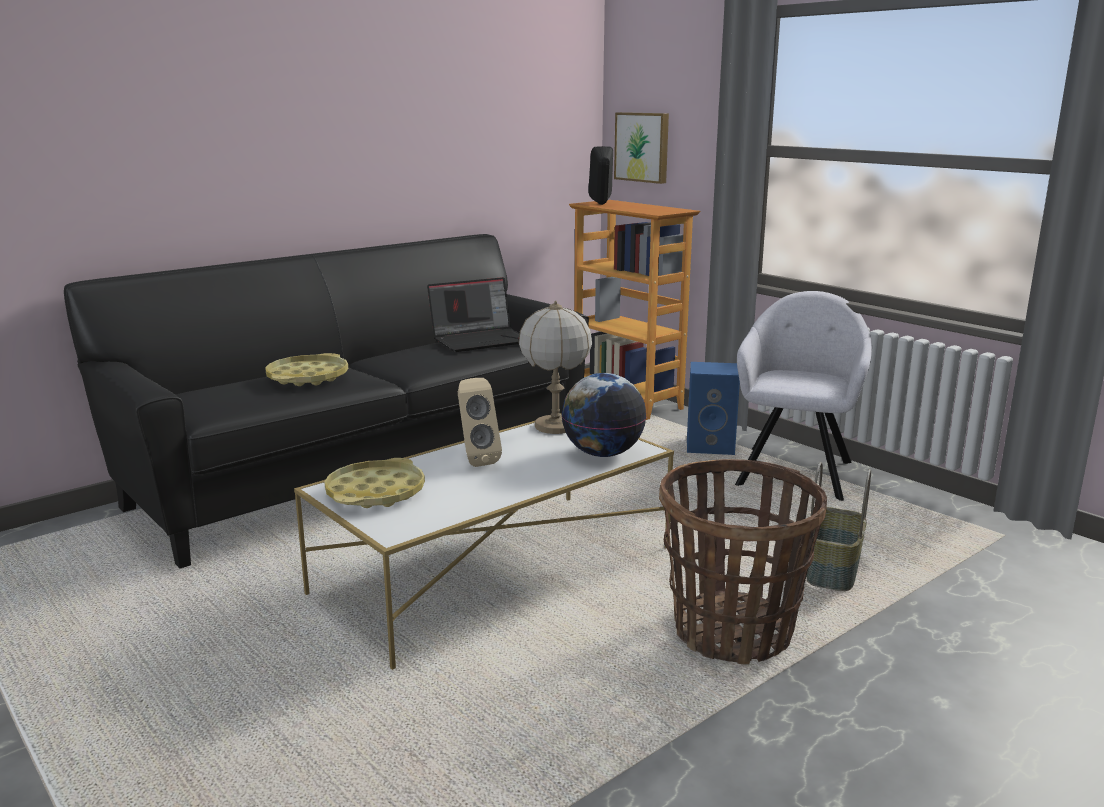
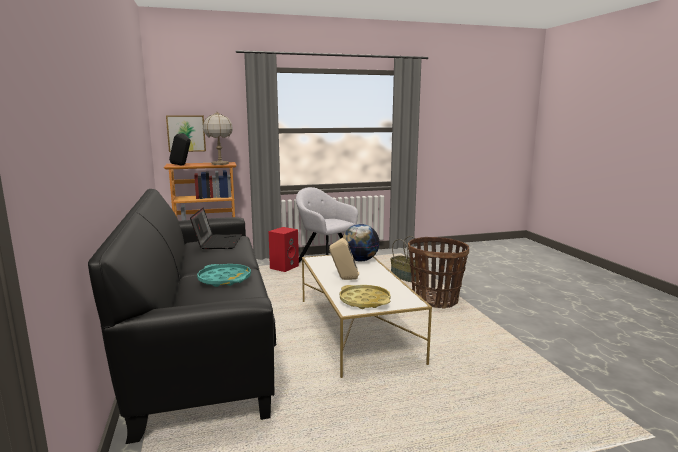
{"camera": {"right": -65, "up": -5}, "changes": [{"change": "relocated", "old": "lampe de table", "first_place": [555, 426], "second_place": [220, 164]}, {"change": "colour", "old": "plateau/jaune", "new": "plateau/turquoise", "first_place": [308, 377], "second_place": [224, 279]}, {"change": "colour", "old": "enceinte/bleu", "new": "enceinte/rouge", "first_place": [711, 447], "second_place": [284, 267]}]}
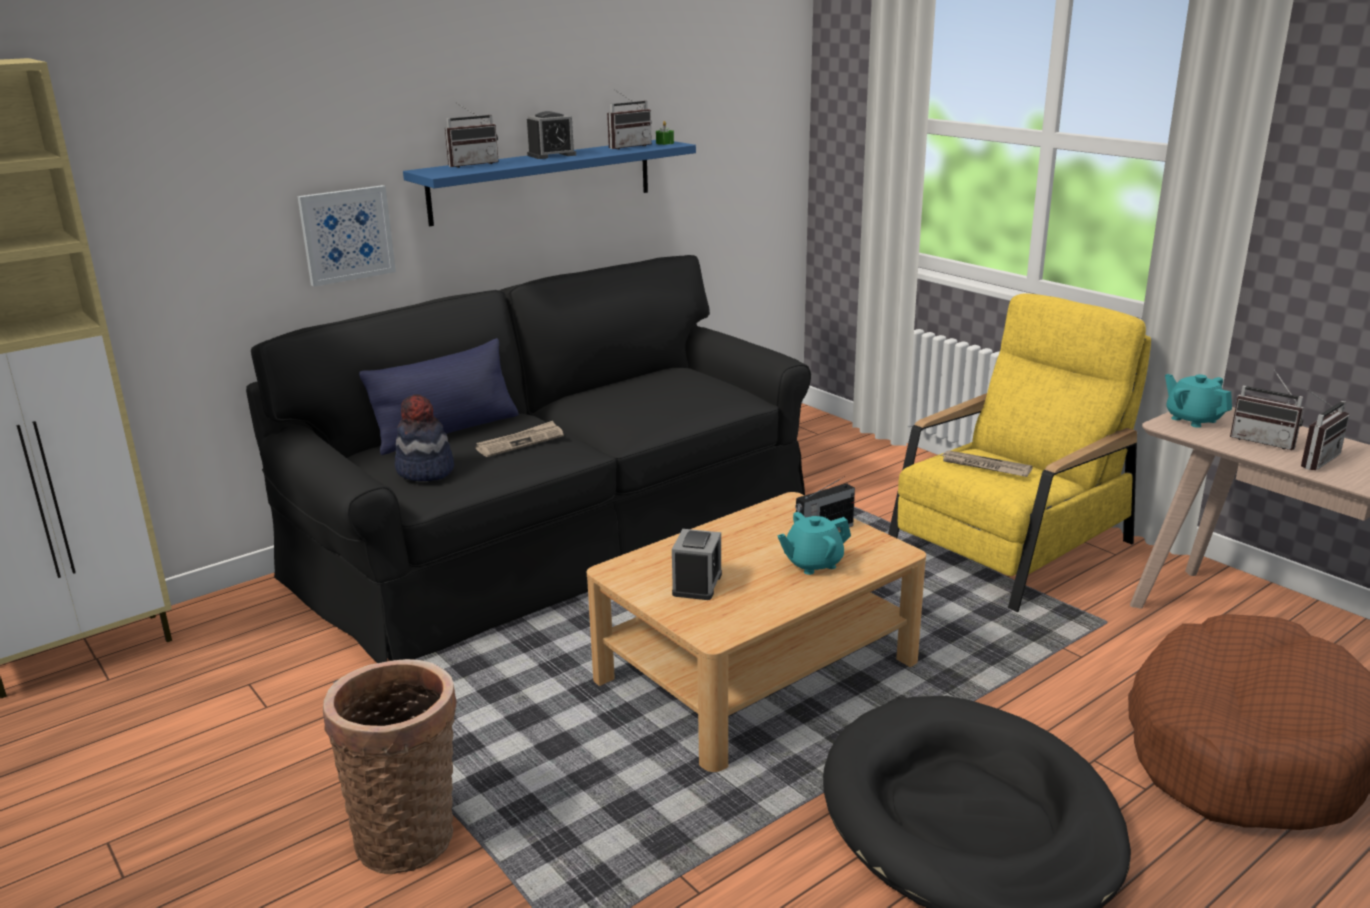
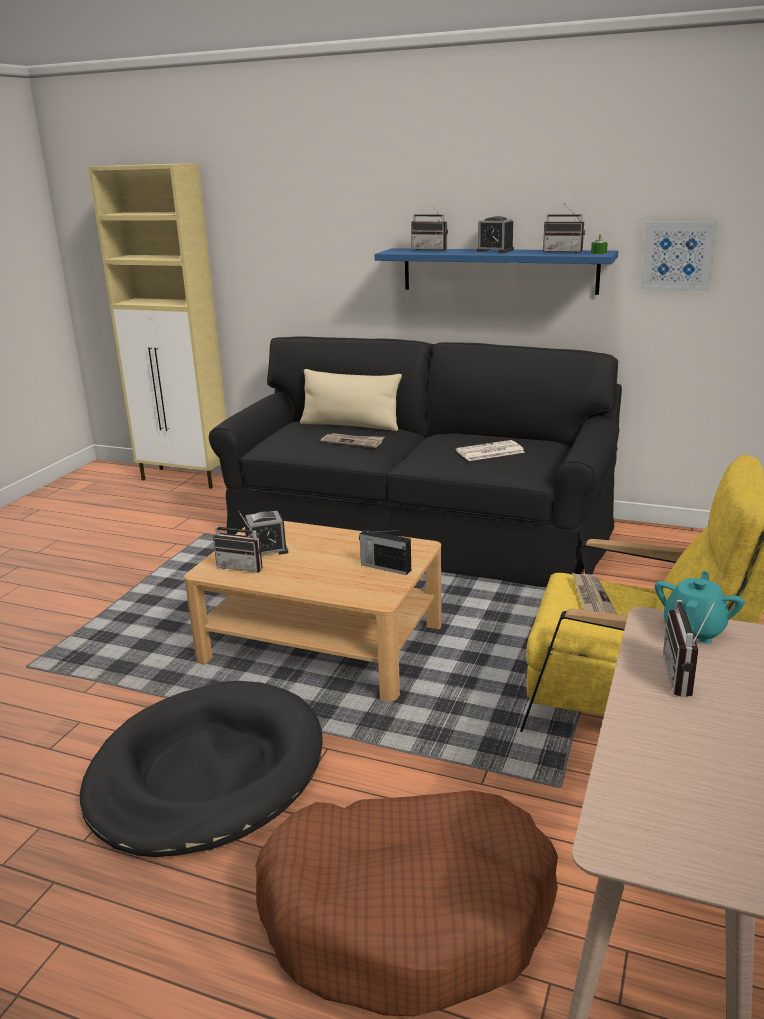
{"camera": {"right": 60, "up": 0}, "changes": [{"change": "relocated", "old": "tableau", "first_place": [347, 234], "second_place": [677, 255]}, {"change": "colour", "old": "coussin/bleu", "new": "coussin/beige", "first_place": [447, 432], "second_place": [350, 425]}, {"change": "relocated", "old": "radio", "first_place": [1312, 459], "second_place": [243, 566]}, {"change": "missing", "old": "chapeau", "first_place": [425, 471]}, {"change": "missing", "old": "théière/turquoise", "first_place": [812, 563]}, {"change": "missing", "old": "panier", "first_place": [408, 834]}, {"change": "appeared", "new": "journal", "second_place": [489, 452]}]}
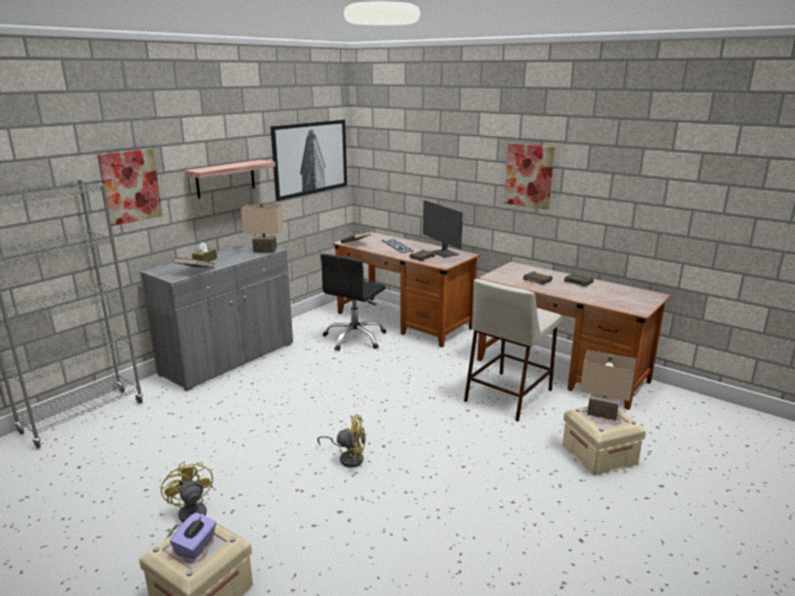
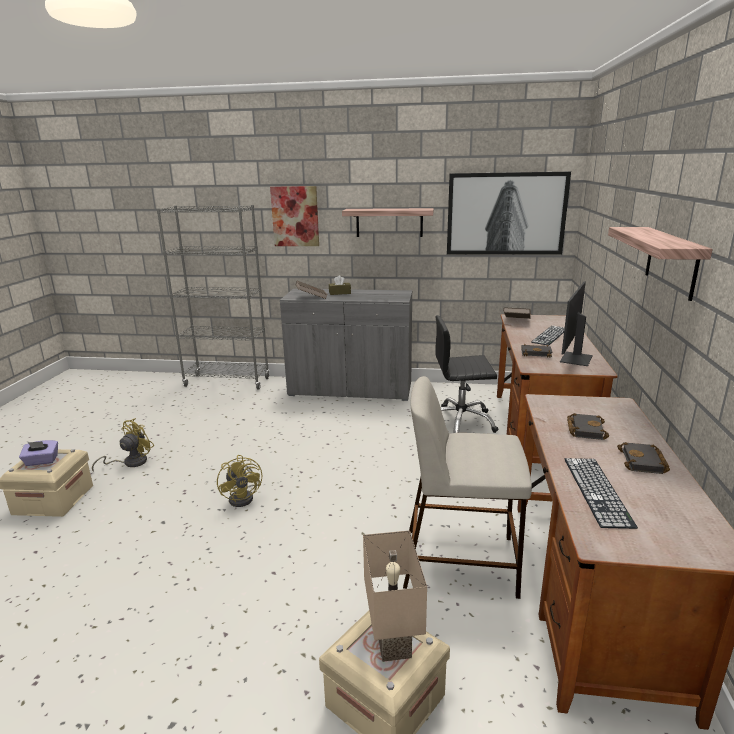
{"camera": {"right": 60, "up": 0}, "changes": [{"change": "exchanged", "old": "tableau", "new": "étagère", "first_place": [529, 176], "second_place": [671, 261]}, {"change": "missing", "old": "lampe de table/beige", "first_place": [265, 250]}, {"change": "appeared", "new": "clavier", "second_place": [597, 490]}]}
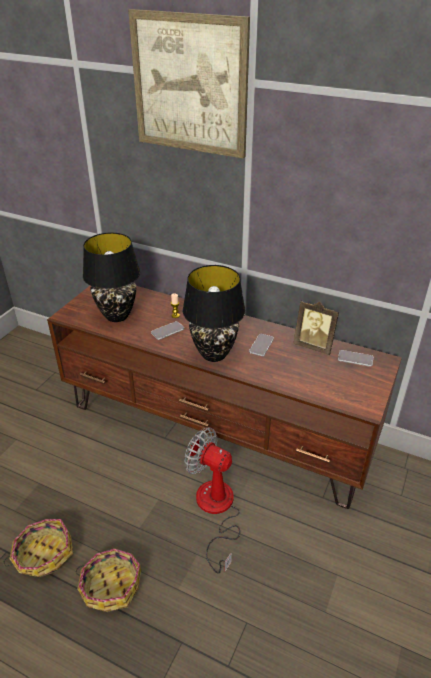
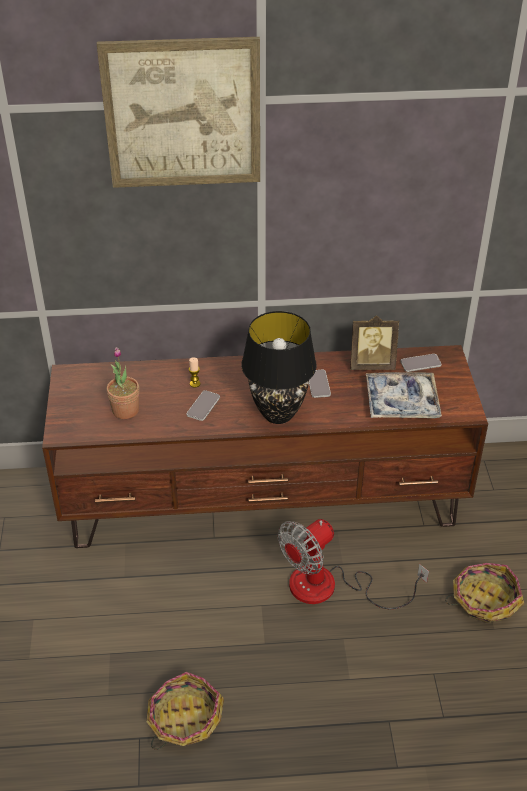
{"camera": {"right": -30, "up": 5}, "changes": [{"change": "exchanged", "old": "lampe de table/noir", "new": "plante en pot", "first_place": [116, 316], "second_place": [125, 410]}, {"change": "spun", "old": "ventilateur", "first_place": [216, 510], "second_place": [330, 588], "degrees": -45}, {"change": "relocated", "old": "panier", "first_place": [111, 585], "second_place": [484, 600]}, {"change": "appeared", "new": "plateau", "second_place": [401, 402]}]}
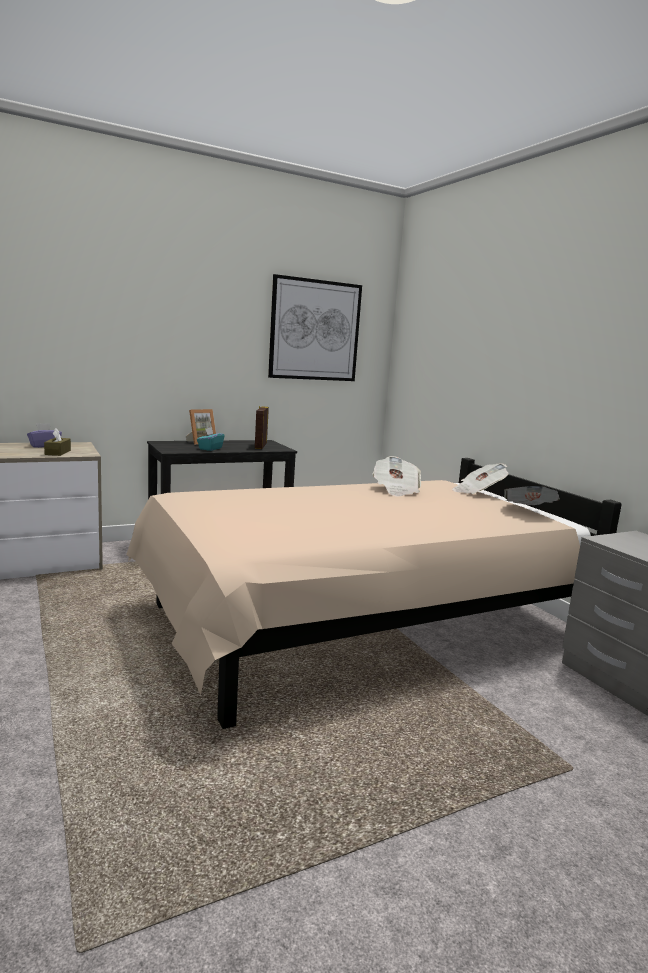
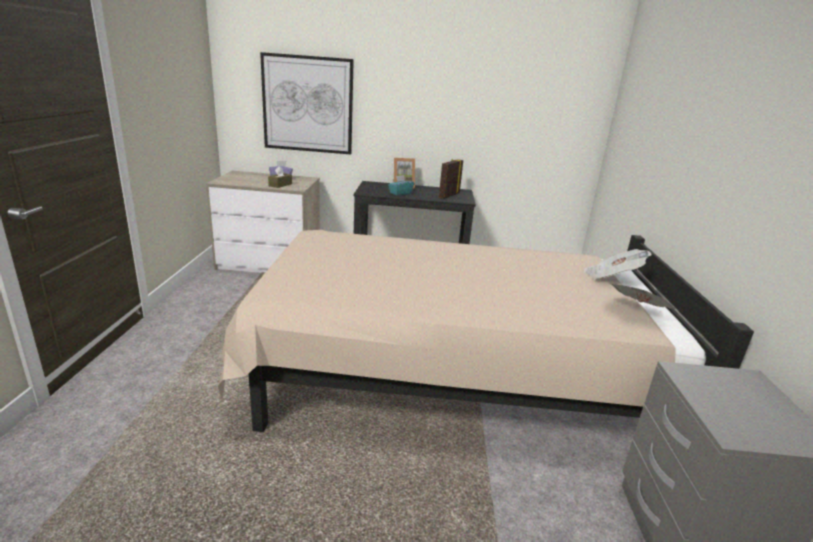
{"camera": {"right": 30, "up": 10}, "changes": [{"change": "relocated", "old": "tableau", "first_place": [315, 330], "second_place": [308, 104]}, {"change": "missing", "old": "journal", "first_place": [396, 490]}]}
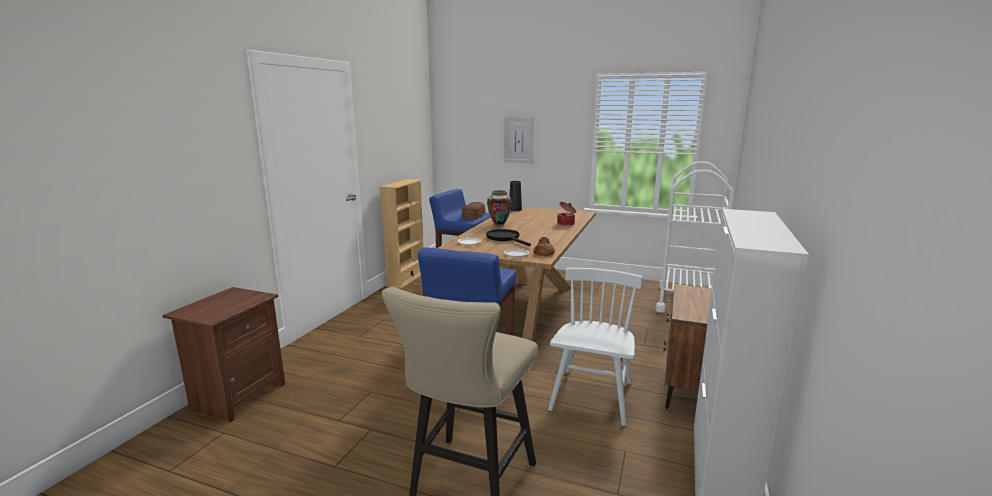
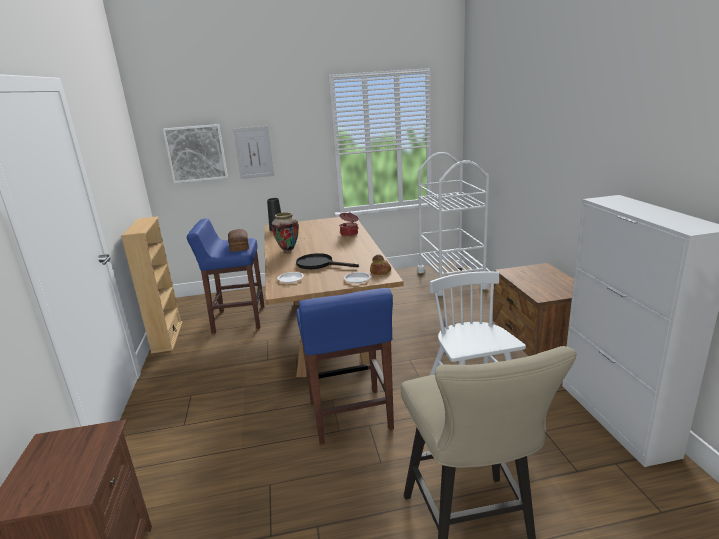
{"camera": {"right": -30, "up": 5}, "changes": [{"change": "appeared", "new": "tableau", "second_place": [196, 153]}]}
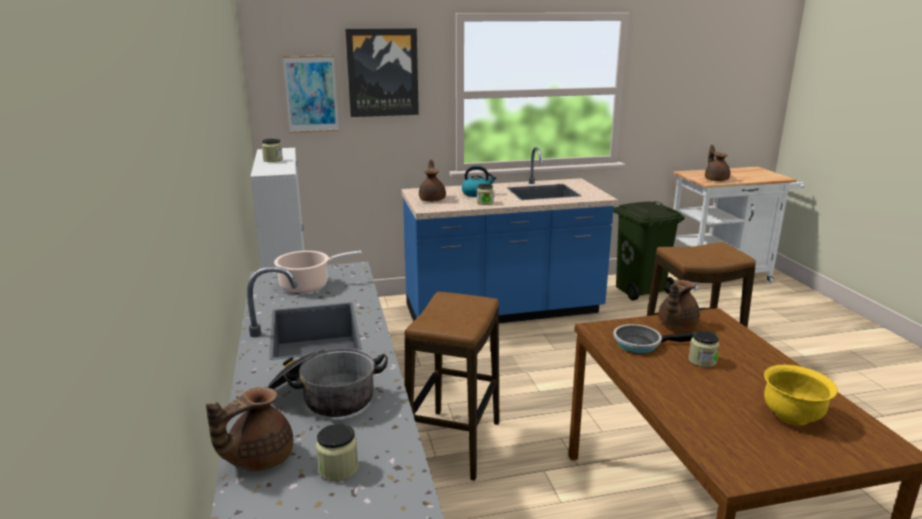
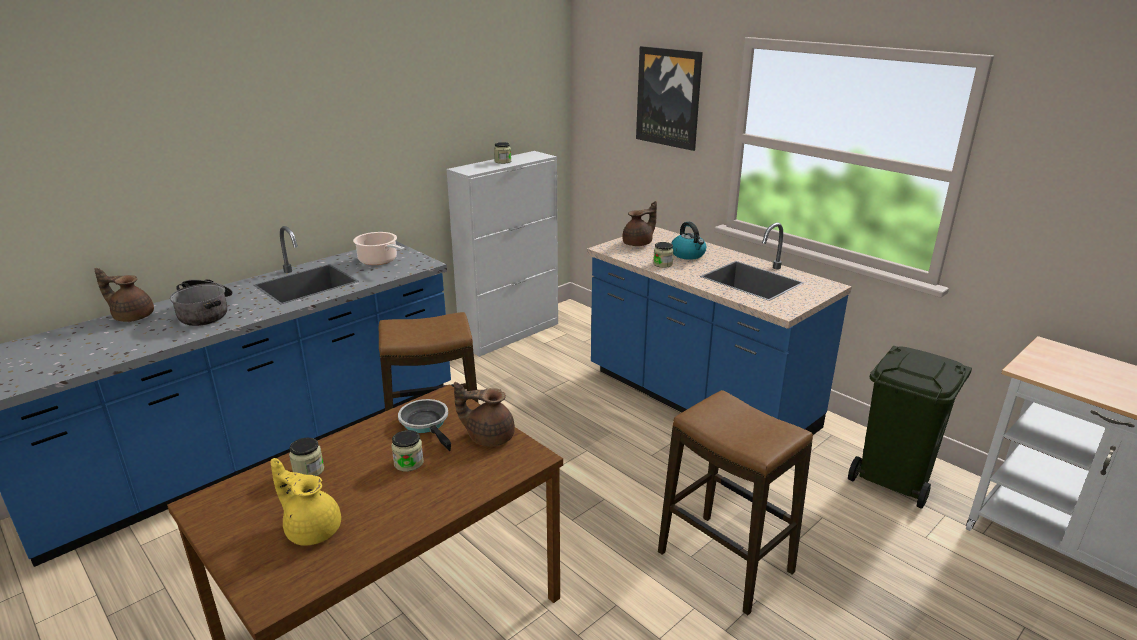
{"camera": {"right": 60, "up": 5}, "changes": [{"change": "missing", "old": "tableau", "first_place": [311, 94]}, {"change": "missing", "old": "théière/marron", "first_place": [716, 179]}, {"change": "exchanged", "old": "bol/jaune", "new": "théière/jaune", "first_place": [792, 416], "second_place": [312, 529]}, {"change": "relocated", "old": "bocal", "first_place": [338, 469], "second_place": [308, 471]}]}
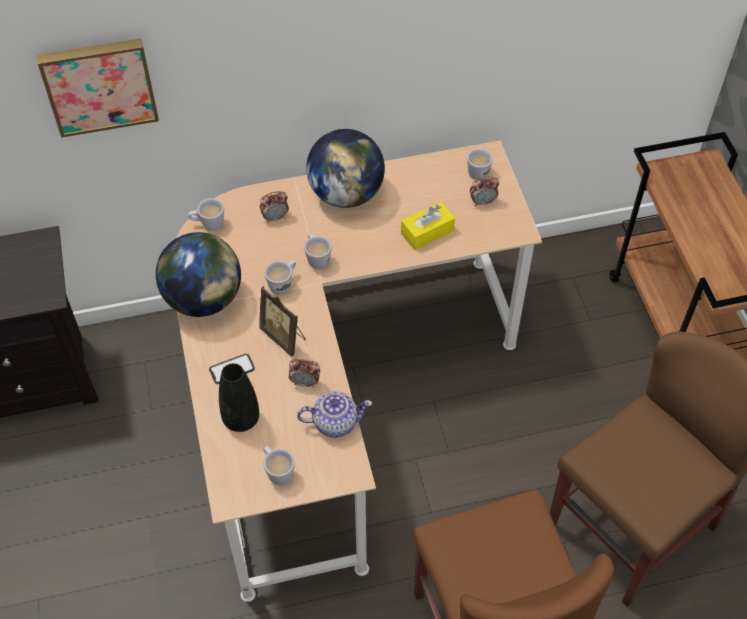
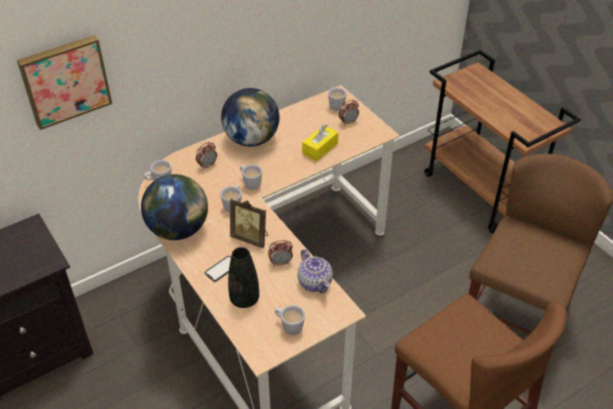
{"camera": {"right": -20, "up": -10}, "changes": [{"change": "spun", "old": "théière", "first_place": [334, 422], "second_place": [315, 282], "degrees": 90}]}
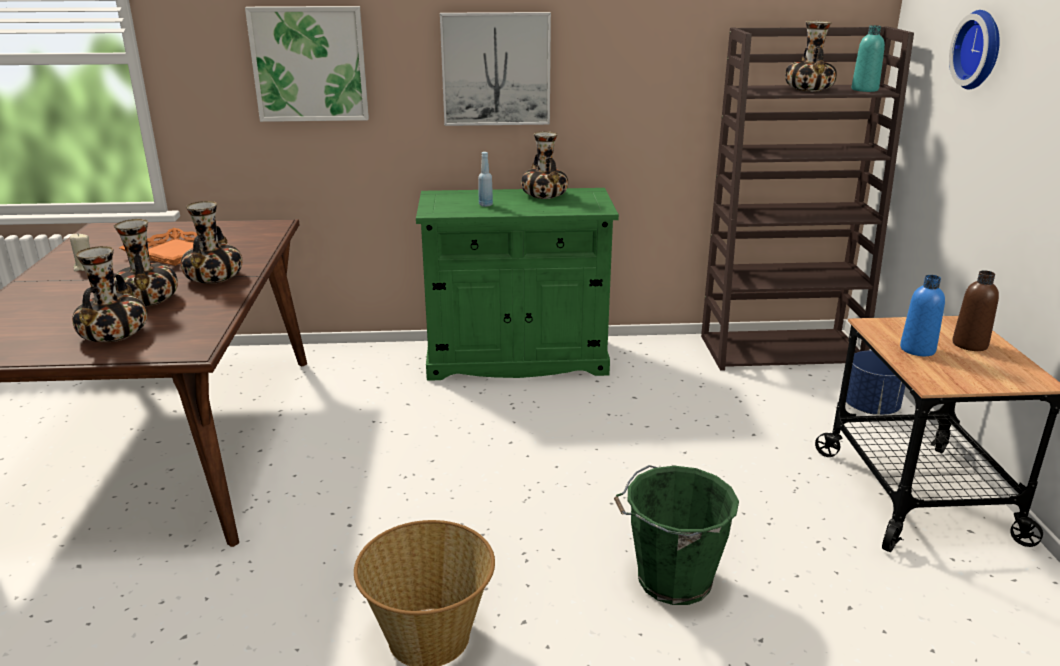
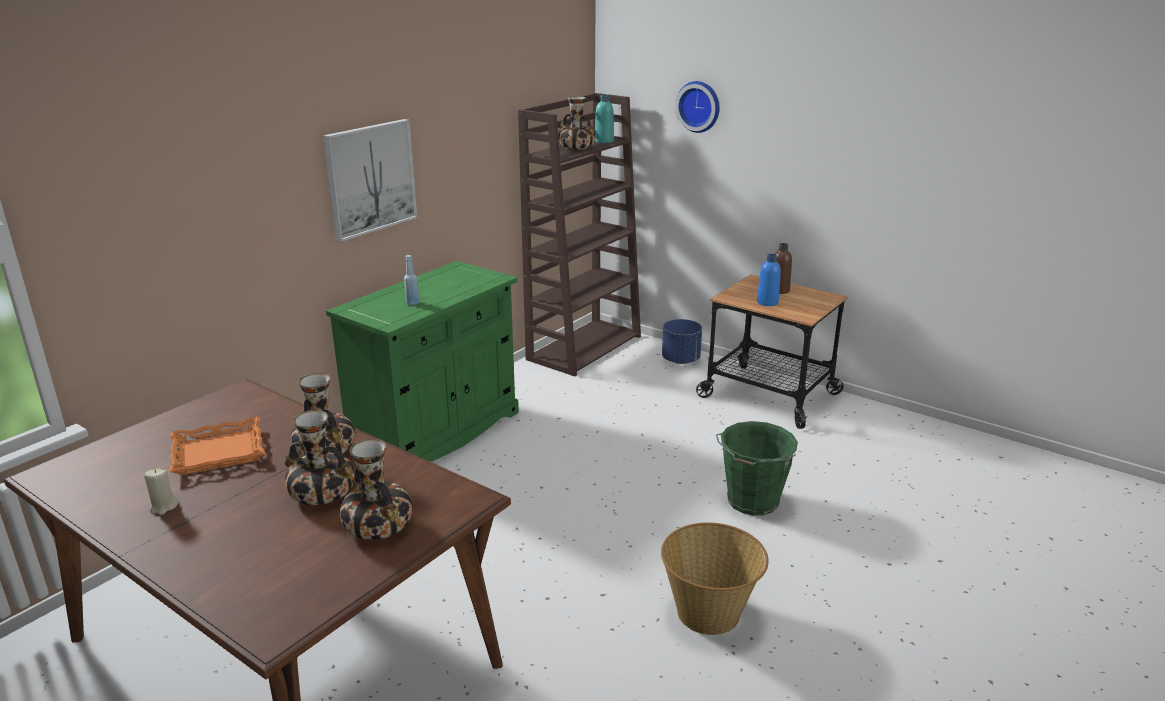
{"camera": {"right": -50, "up": 0}, "changes": [{"change": "missing", "old": "tableau", "first_place": [309, 64]}, {"change": "missing", "old": "vase", "first_place": [544, 195]}]}
